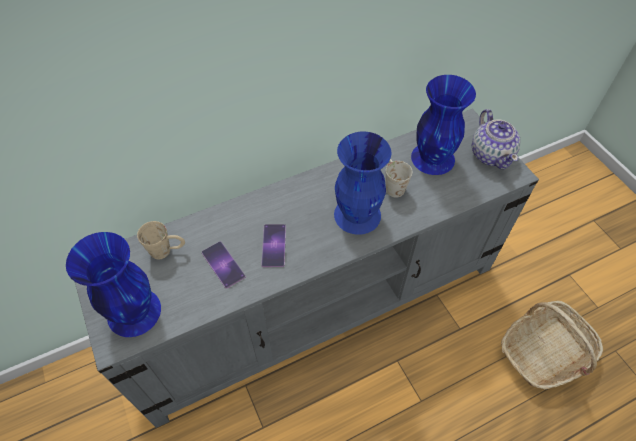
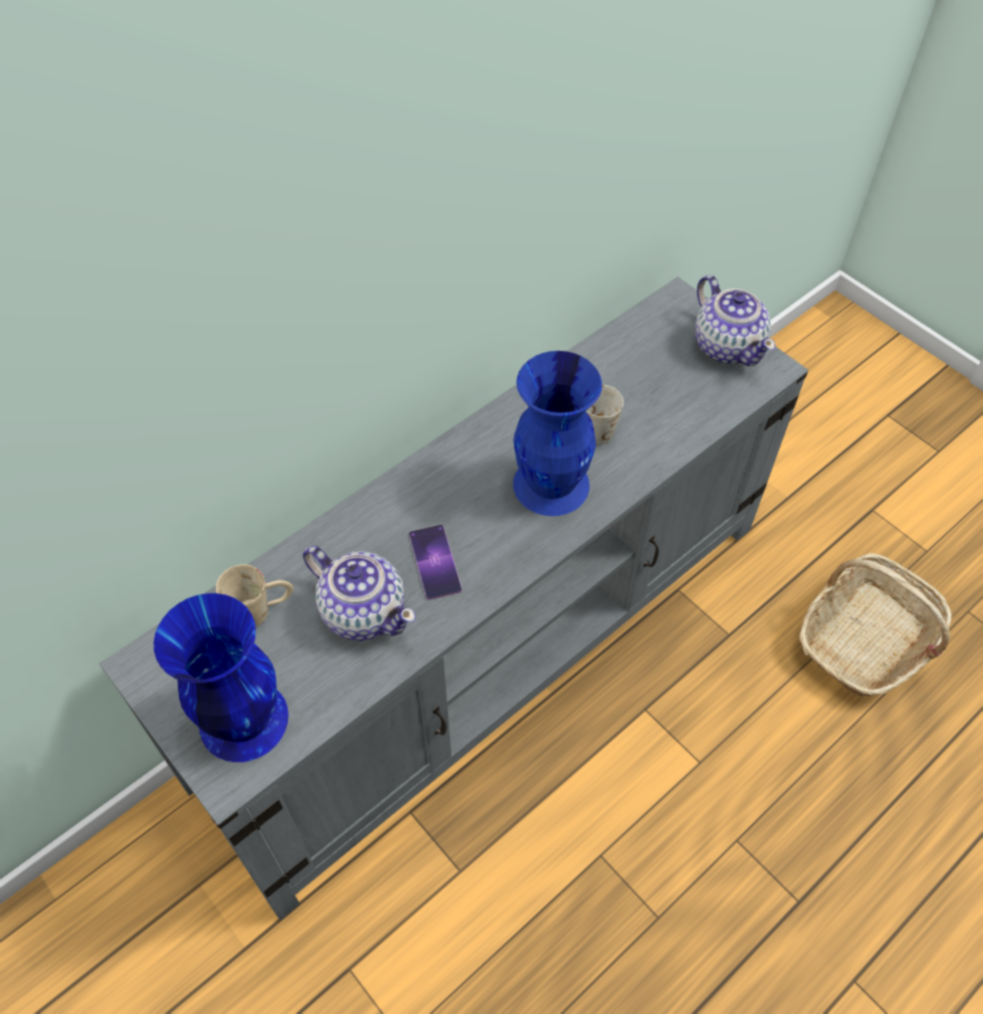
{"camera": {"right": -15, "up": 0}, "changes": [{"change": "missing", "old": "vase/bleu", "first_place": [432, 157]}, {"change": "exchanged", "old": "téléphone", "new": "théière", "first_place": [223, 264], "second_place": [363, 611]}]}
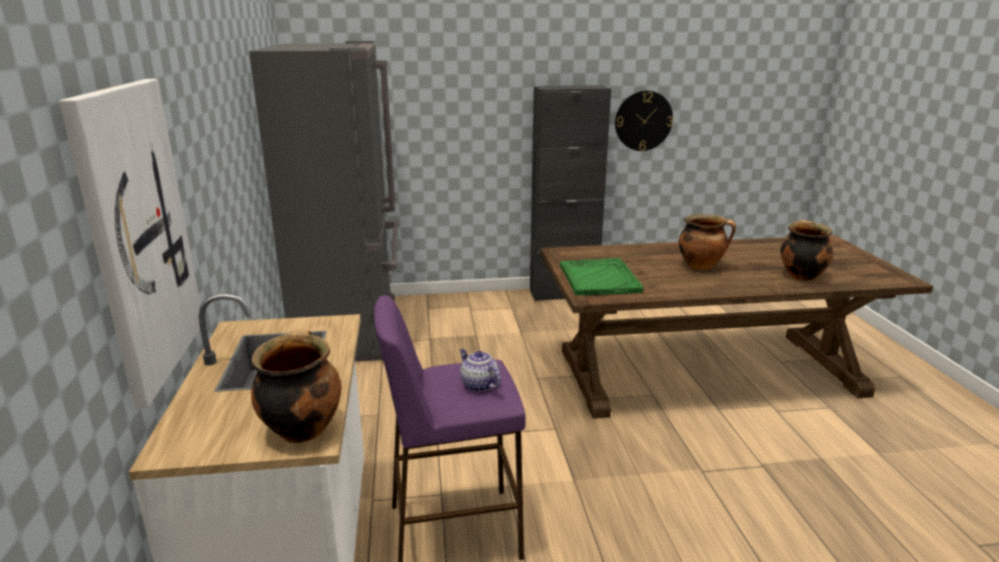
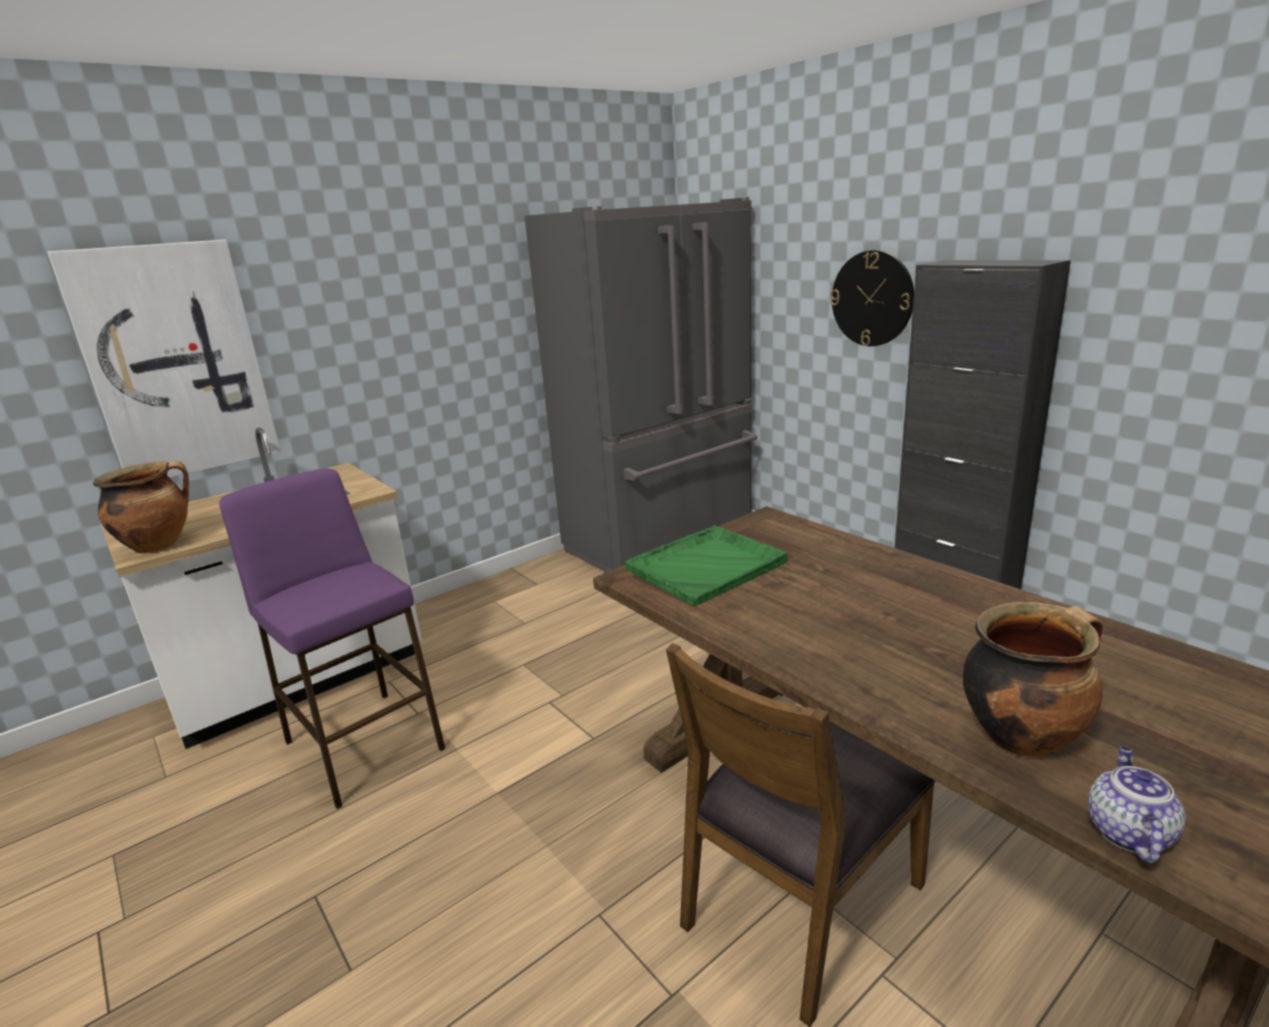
{"camera": {"right": 60, "up": 0}, "changes": [{"change": "relocated", "old": "horloge murale", "first_place": [643, 121], "second_place": [872, 298]}, {"change": "missing", "old": "marmite", "first_place": [701, 266]}, {"change": "relocated", "old": "théière", "first_place": [478, 384], "second_place": [1127, 831]}, {"change": "appeared", "new": "chaise/marron", "second_place": [799, 902]}]}
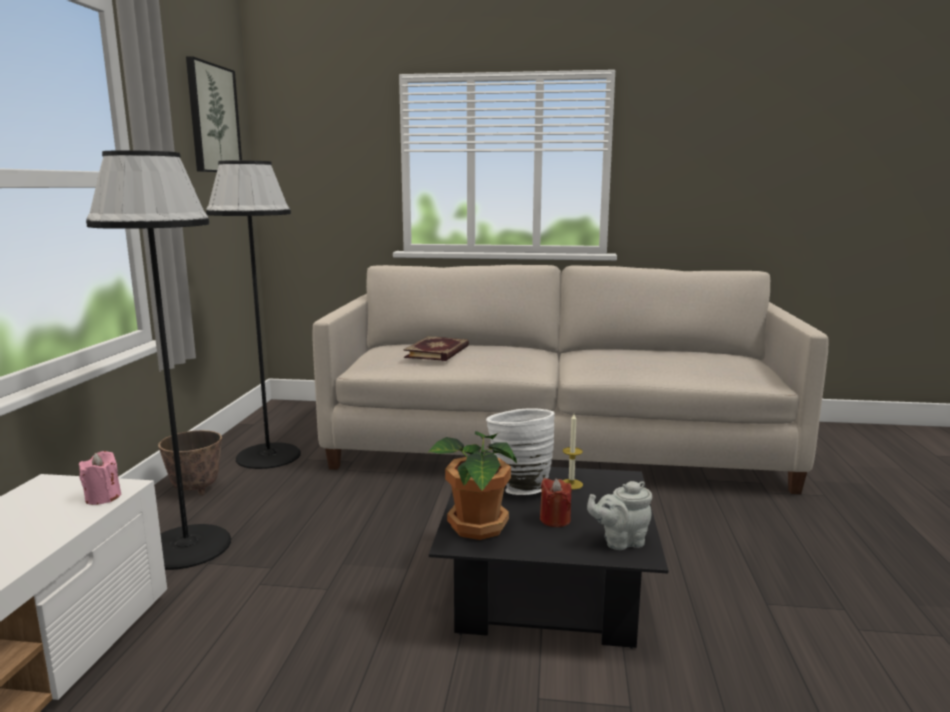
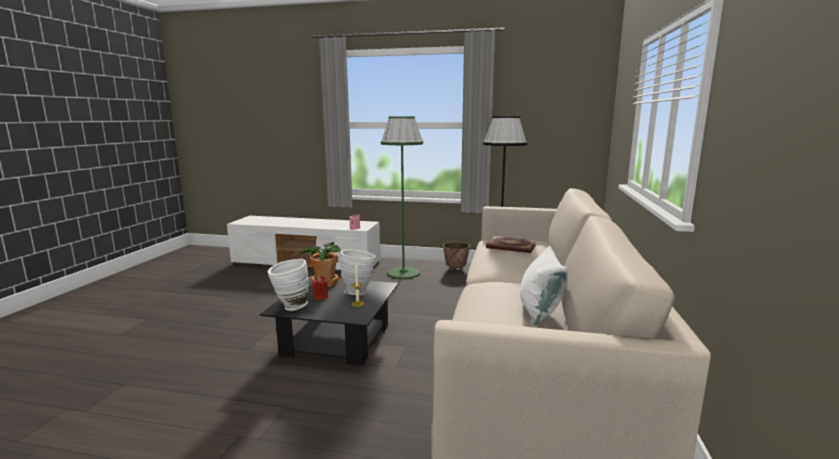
{"camera": {"right": 95, "up": 0}, "changes": [{"change": "missing", "old": "tableau", "first_place": [213, 119]}, {"change": "colour", "old": "lampadaire/noir", "new": "lampadaire/vert", "first_place": [187, 546], "second_place": [403, 273]}, {"change": "exchanged", "old": "théière/gris", "new": "vase/blanc", "first_place": [620, 541], "second_place": [290, 307]}, {"change": "appeared", "new": "coussin/blanc", "second_place": [540, 311]}]}
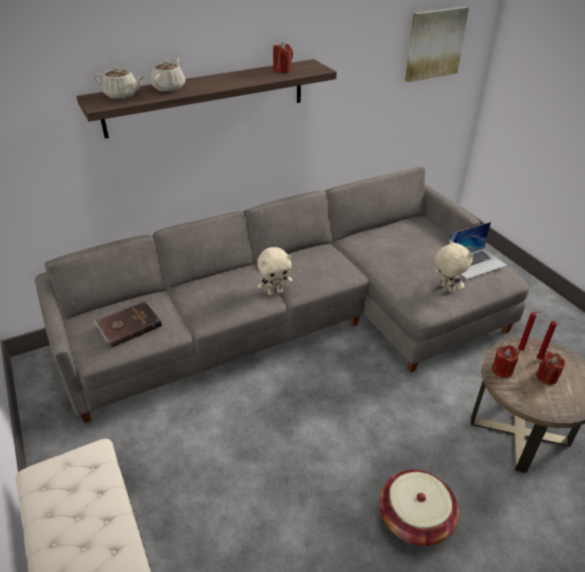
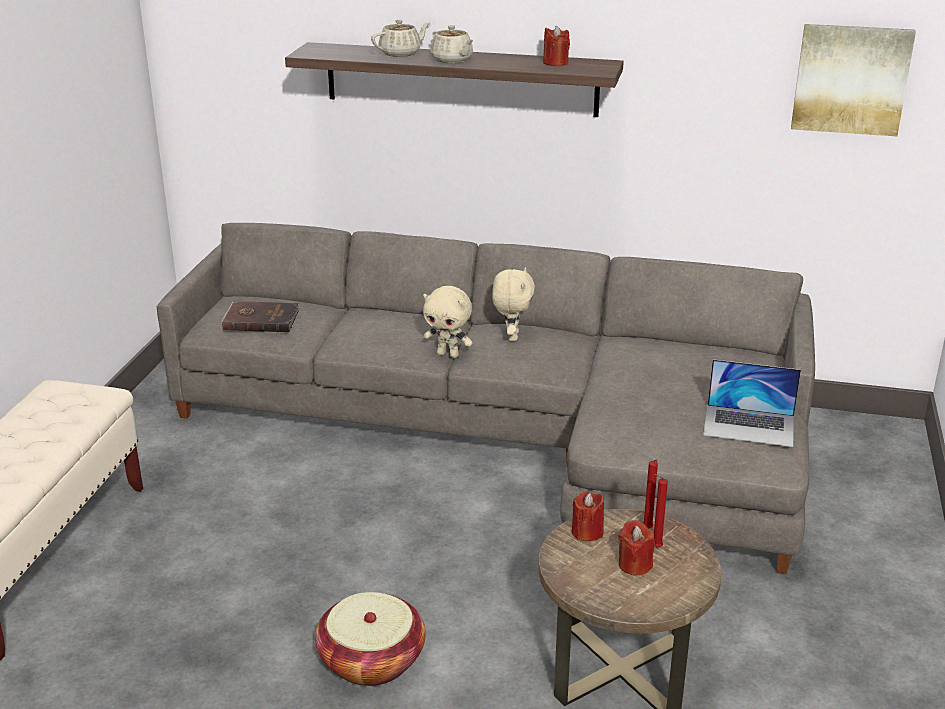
{"camera": {"right": 40, "up": -10}, "changes": [{"change": "relocated", "old": "théière/beige", "first_place": [122, 95], "second_place": [452, 60]}, {"change": "relocated", "old": "peluche/beige", "first_place": [446, 288], "second_place": [511, 336]}]}
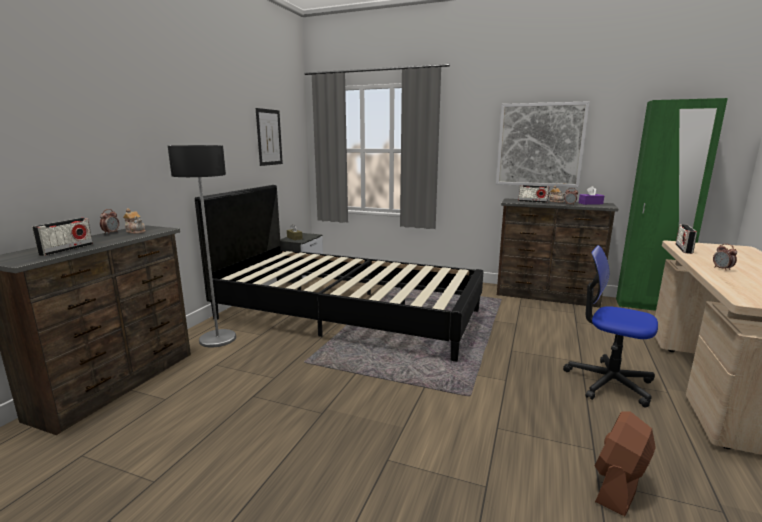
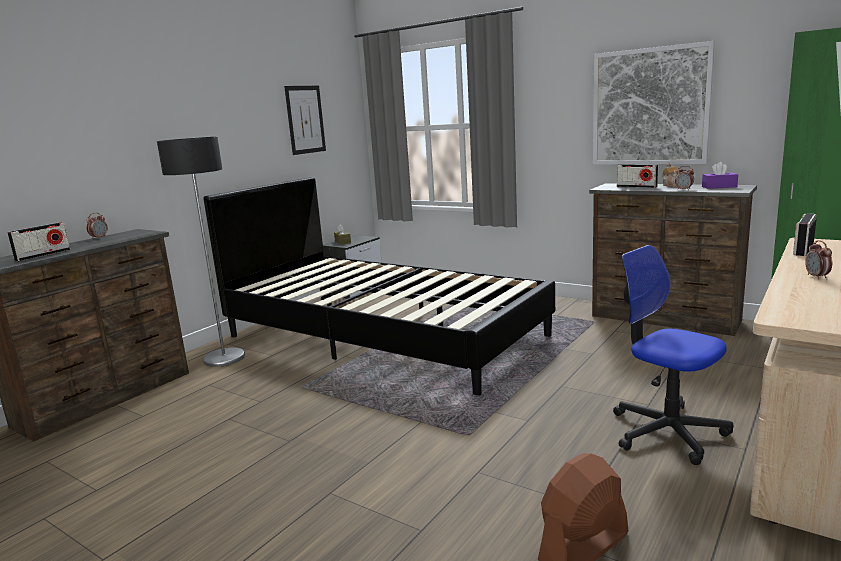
{"camera": {"right": 15, "up": 0}, "changes": [{"change": "missing", "old": "théière", "first_place": [136, 231]}]}
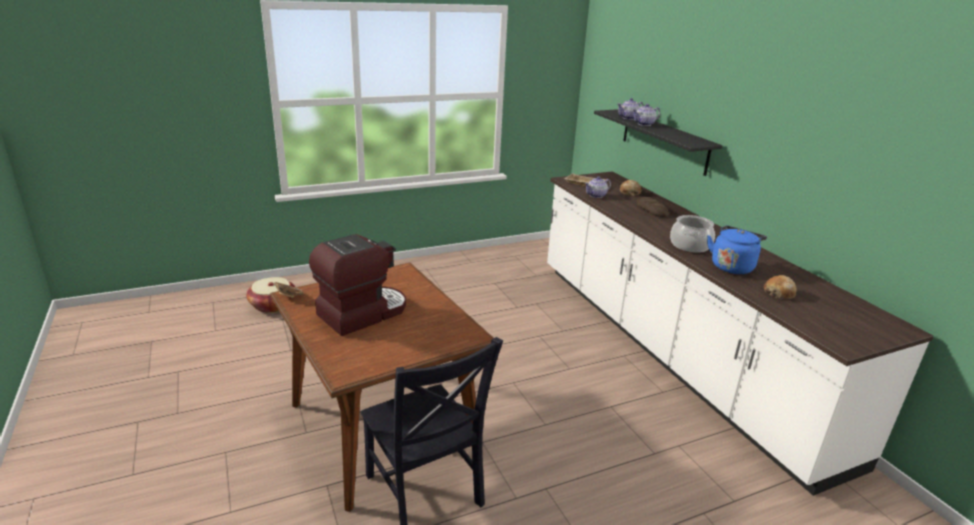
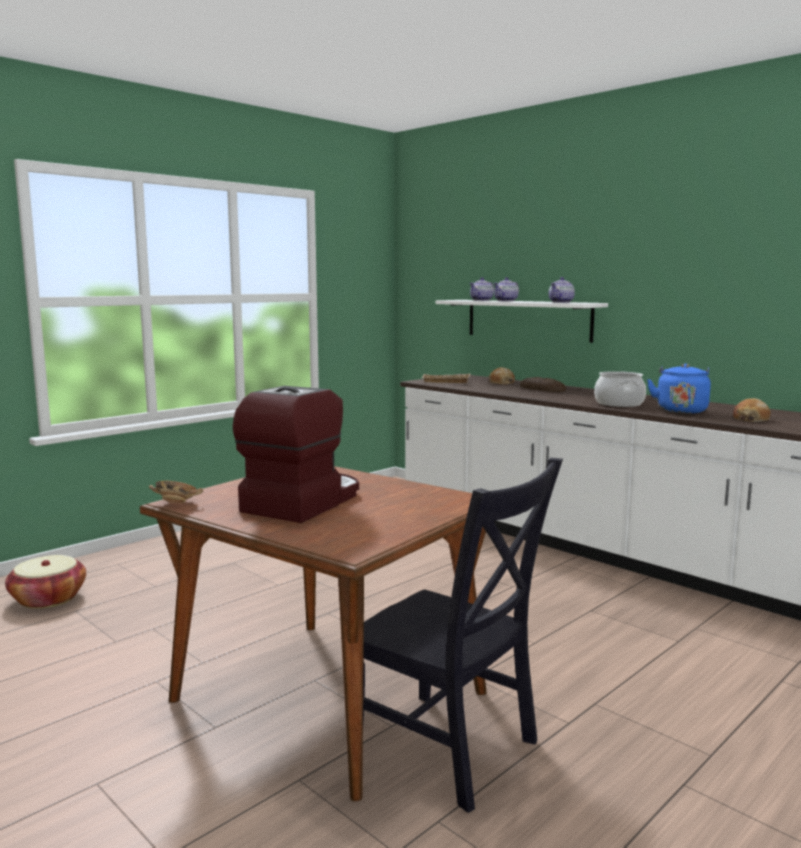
{"camera": {"right": -20, "up": -15}, "changes": [{"change": "colour", "old": "étagère/noir", "new": "étagère/blanc", "first_place": [664, 141], "second_place": [528, 319]}, {"change": "relocated", "old": "théière", "first_place": [596, 195], "second_place": [561, 302]}]}
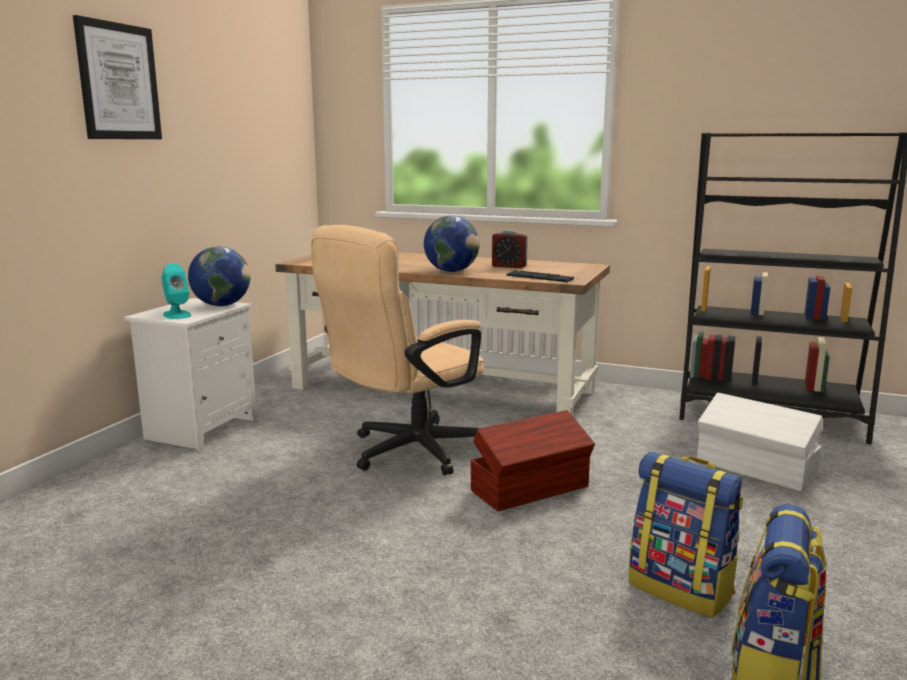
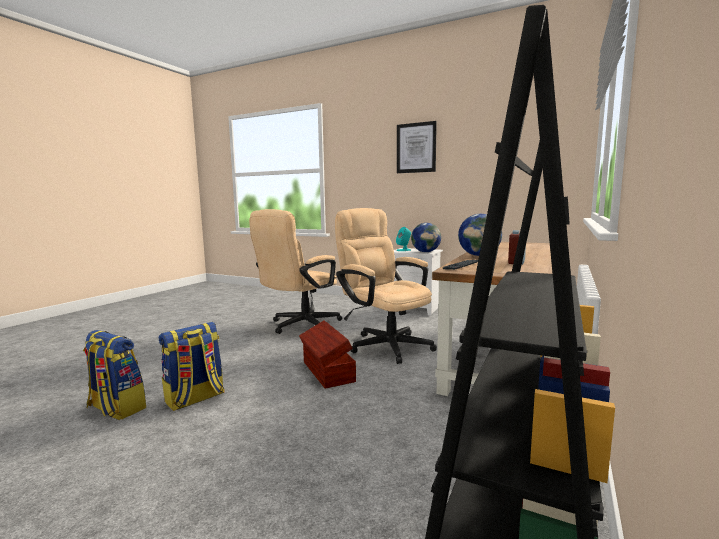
{"camera": {"right": 95, "up": -5}, "changes": [{"change": "missing", "old": "boîte de rangement/blanc", "first_place": [755, 469]}, {"change": "appeared", "new": "chaise de bureau/beige", "second_place": [299, 326]}]}
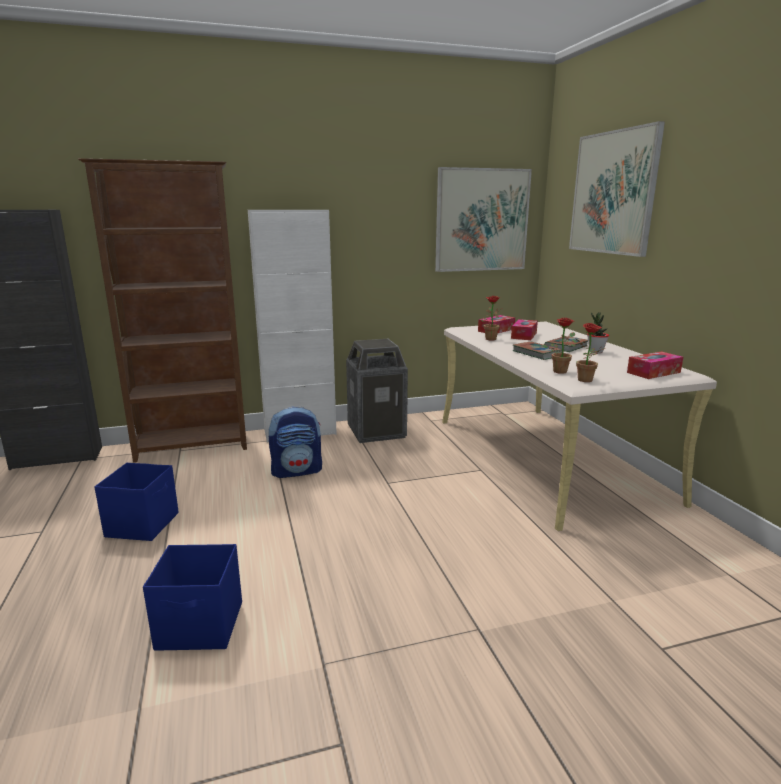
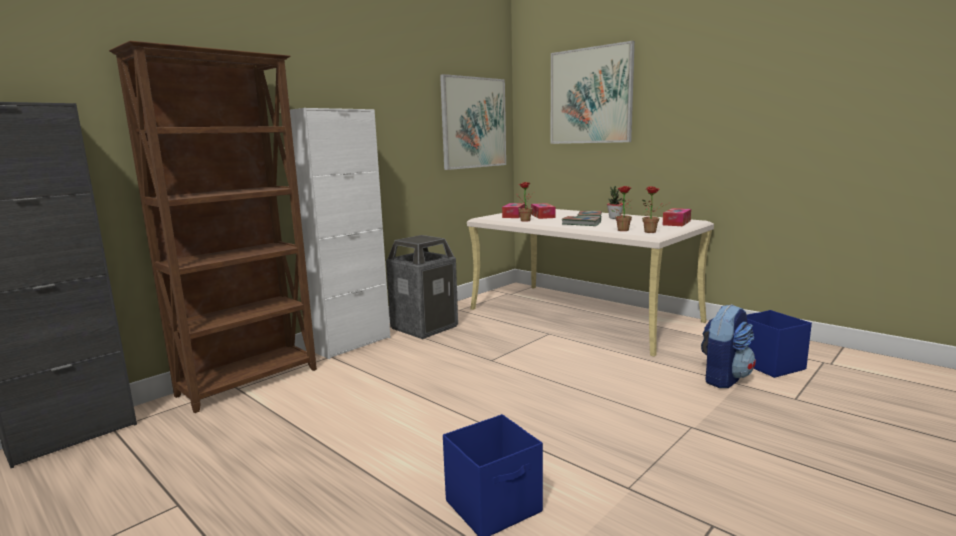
{"camera": {"right": -30, "up": -5}, "changes": [{"change": "relocated", "old": "sac à dos", "first_place": [297, 471], "second_place": [724, 378]}, {"change": "relocated", "old": "boîte de rangement/bleu", "first_place": [143, 524], "second_place": [769, 365]}]}
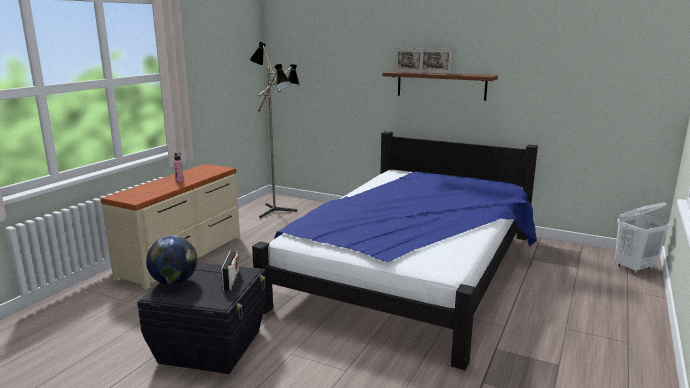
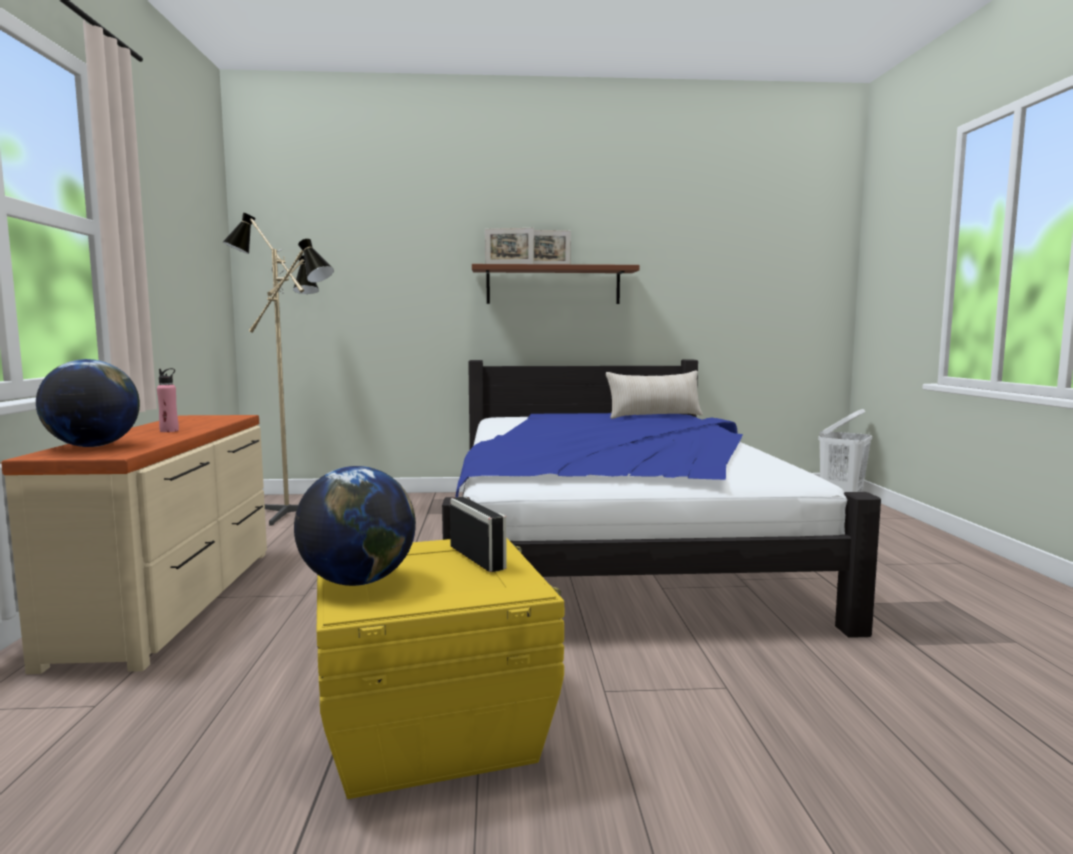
{"camera": {"right": -30, "up": -10}, "changes": [{"change": "colour", "old": "boîte de rangement/noir", "new": "boîte de rangement/jaune", "first_place": [211, 346], "second_place": [433, 726]}, {"change": "appeared", "new": "globe", "second_place": [93, 446]}, {"change": "appeared", "new": "coussin/beige", "second_place": [654, 416]}]}
